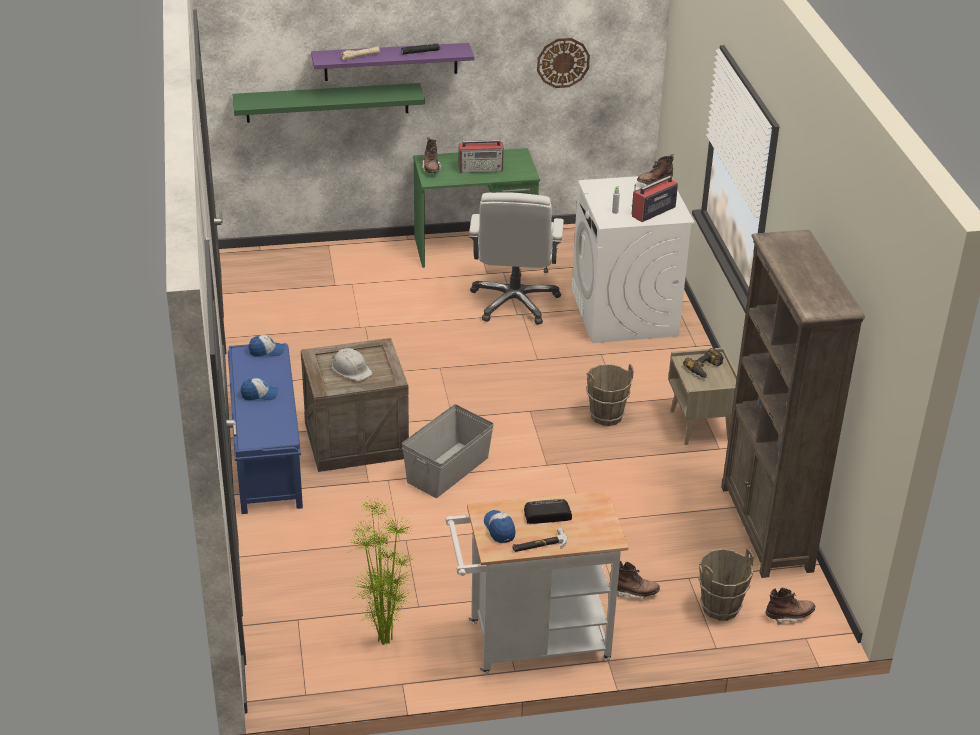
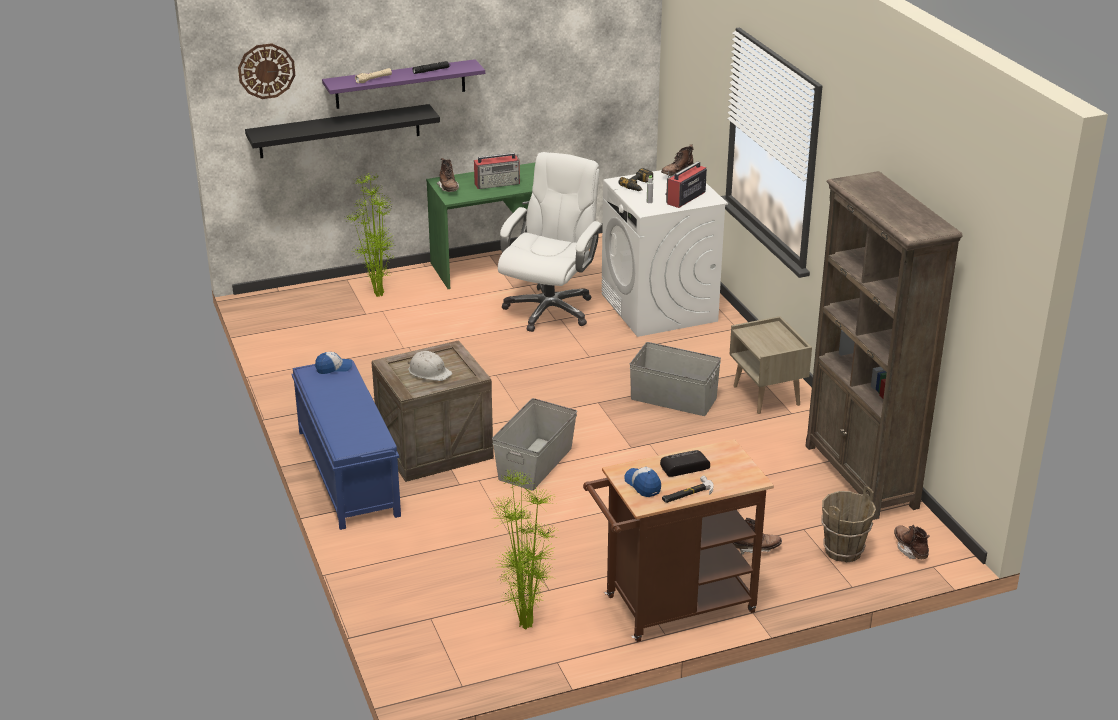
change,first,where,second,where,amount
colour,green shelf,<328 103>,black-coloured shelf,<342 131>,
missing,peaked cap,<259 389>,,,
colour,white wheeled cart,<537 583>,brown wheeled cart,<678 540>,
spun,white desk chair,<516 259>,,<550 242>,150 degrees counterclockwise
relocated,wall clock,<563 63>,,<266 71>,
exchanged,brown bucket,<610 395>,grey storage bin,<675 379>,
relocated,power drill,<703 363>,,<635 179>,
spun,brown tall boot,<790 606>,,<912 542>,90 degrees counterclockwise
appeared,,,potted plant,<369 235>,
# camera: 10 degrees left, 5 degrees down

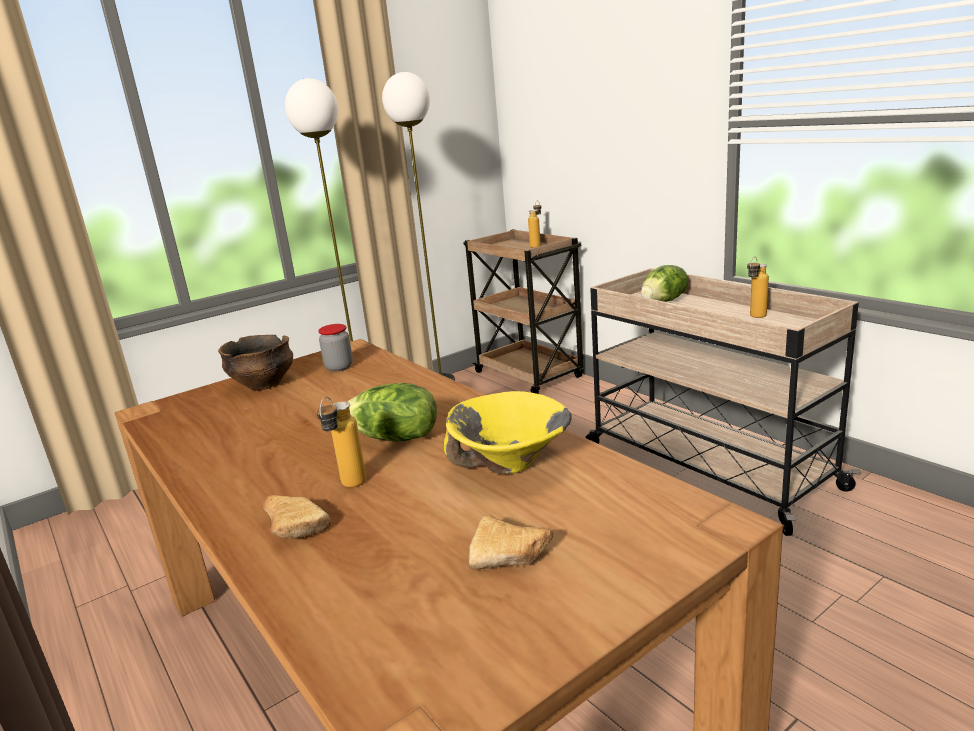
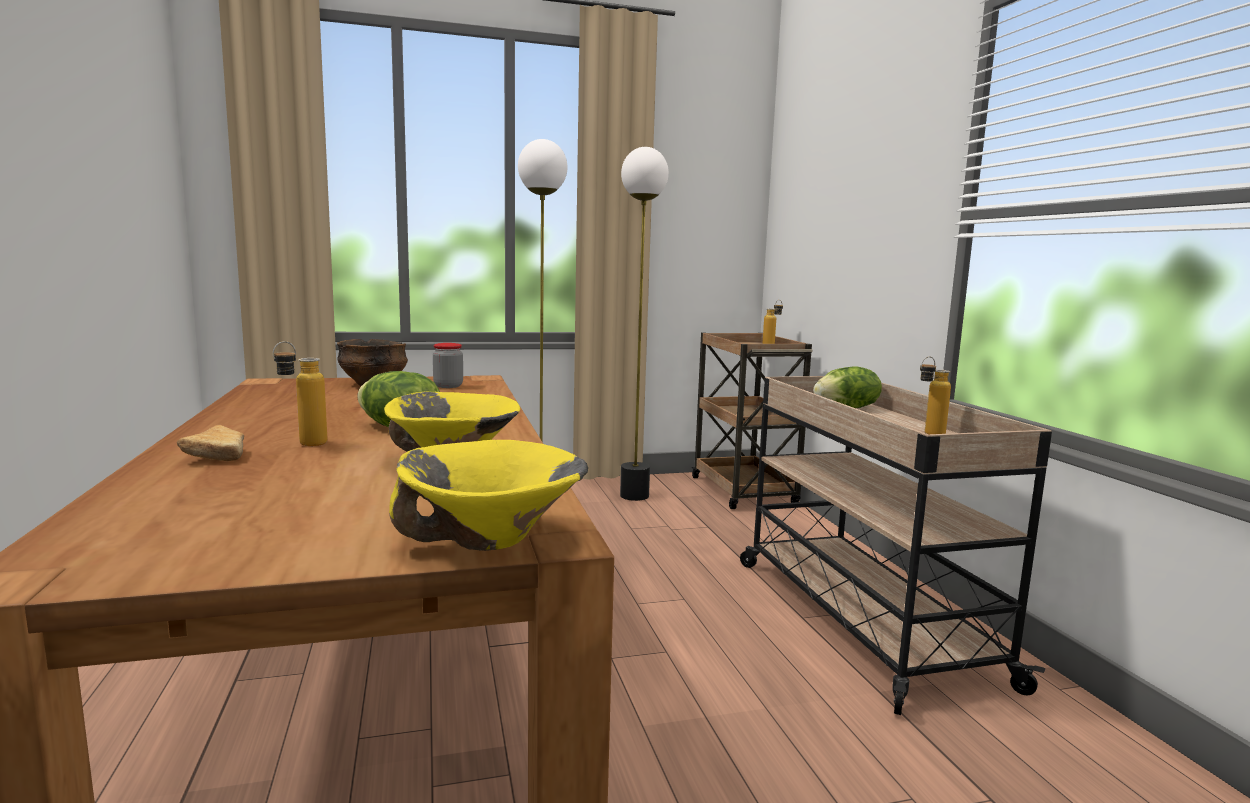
change,first,where,second,where,amount
missing,bakery bread,<510 542>,,,
appeared,,,yellow-coloured serving bowl,<488 495>,
# camera: 20 degrees right, 10 degrees down

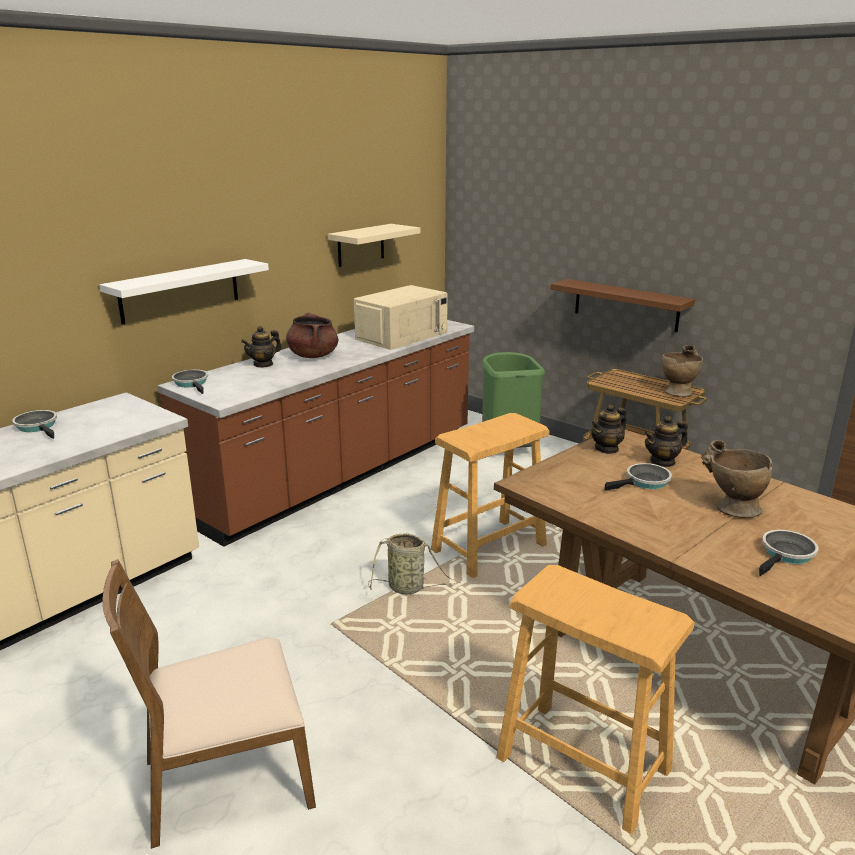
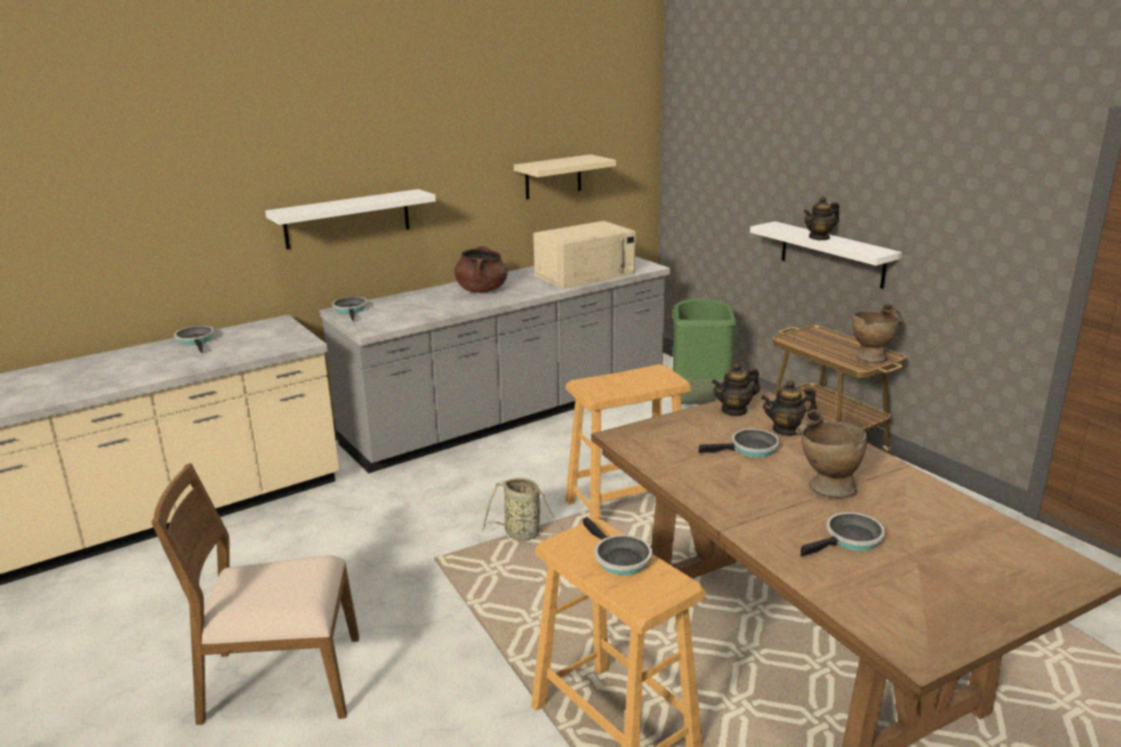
change,first,where,second,where,amount
colour,brown counter,<316 433>,grey counter,<495 365>,
relocated,tea pot,<261 347>,,<821 218>,
colour,brown shelf,<622 305>,white shelf,<826 255>,
appeared,,,pan,<617 546>,
# camera: 15 degrees right, 0 degrees up

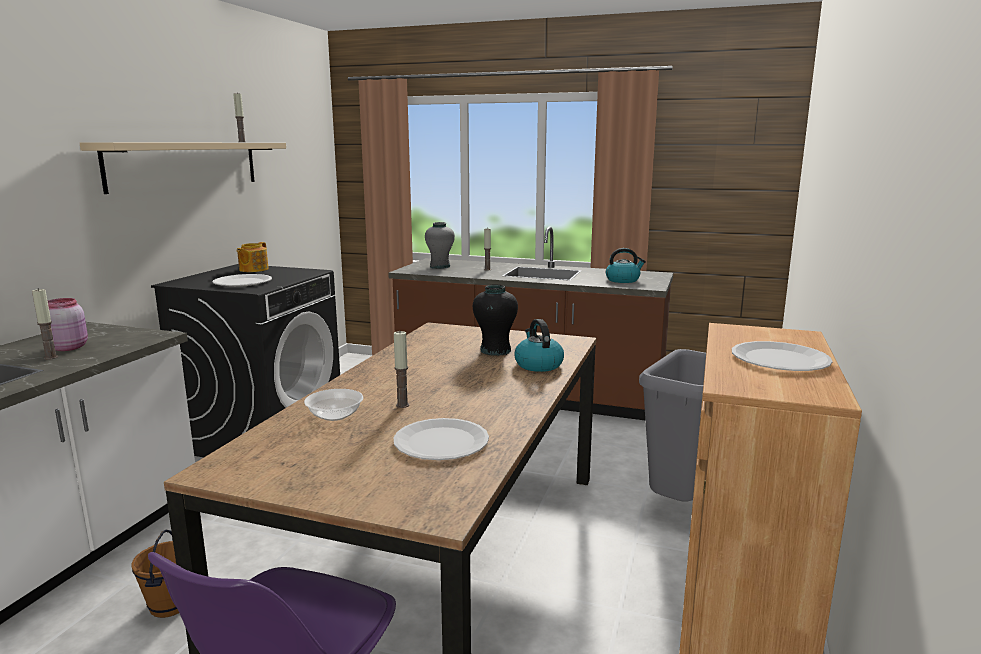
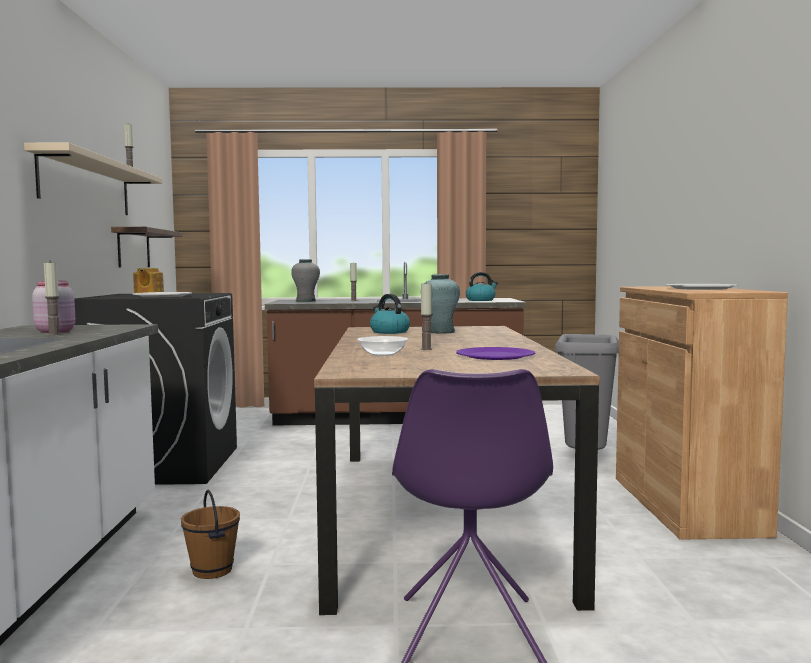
change,first,where,second,where,amount
colour,white dinner plate,<441 439>,purple-coloured dinner plate,<495 353>,
colour,black-coloured decorative vase,<495 320>,blue-green decorative vase,<442 304>,
relocated,kettle,<539 345>,,<390 314>,
appeared,,,shelf,<146 247>,
# camera: 20 degrees left, 10 degrees down

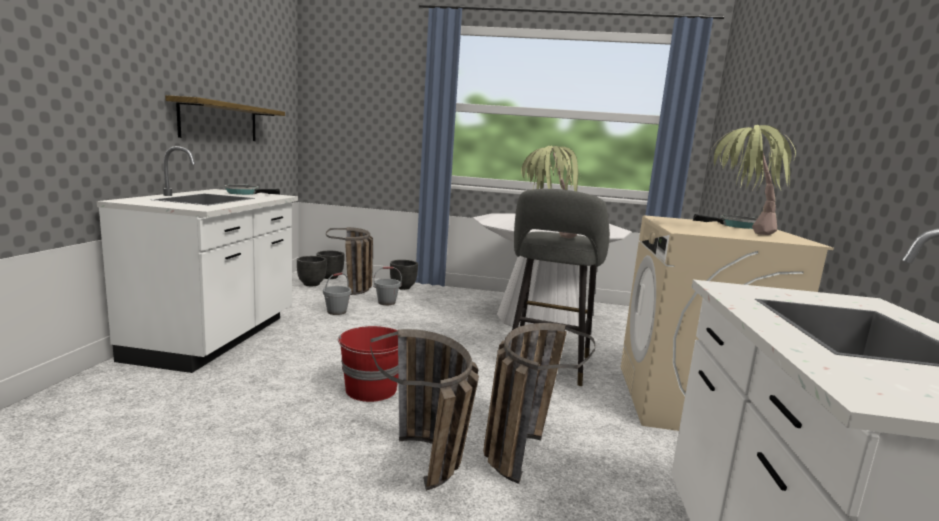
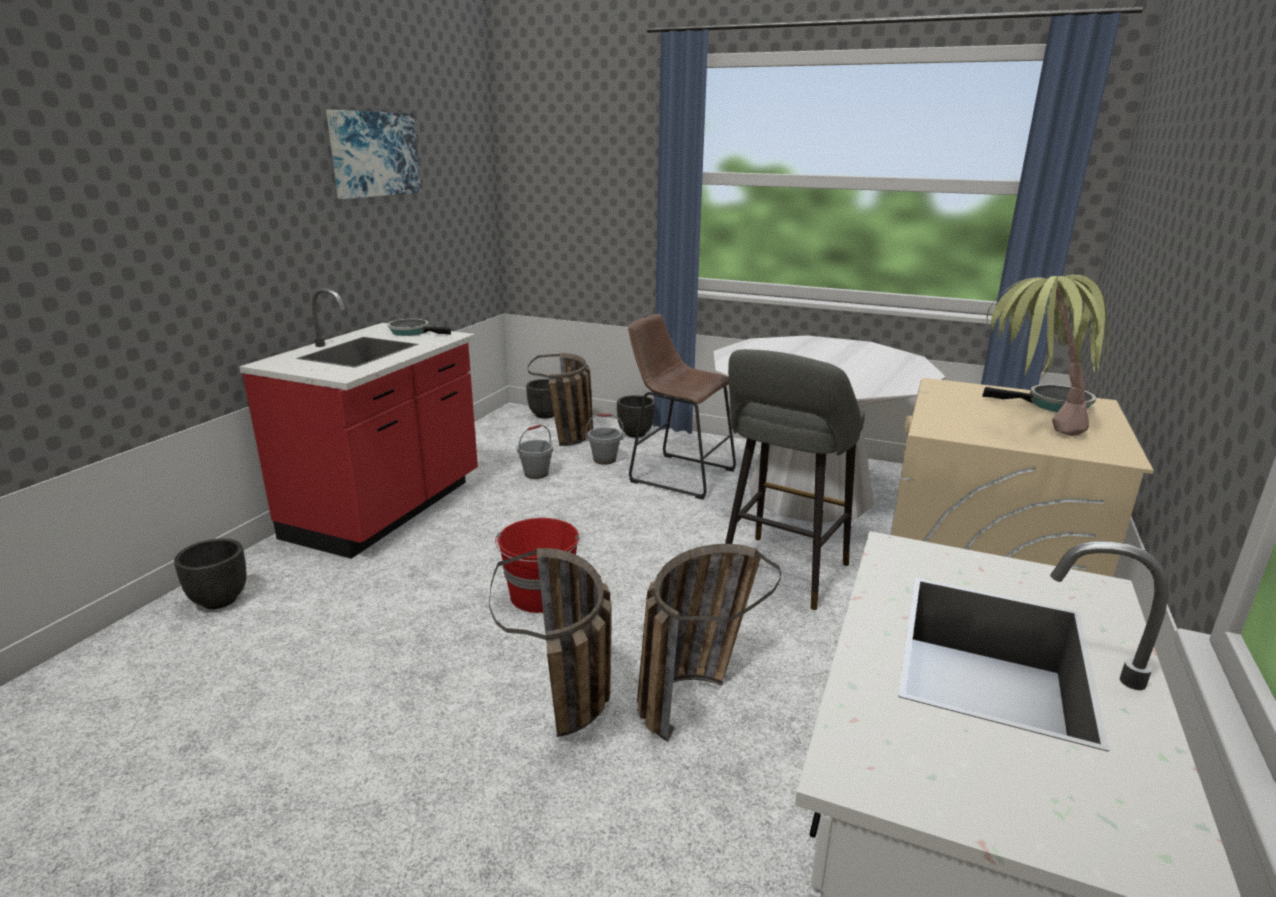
change,first,where,second,where,amount
colour,white counter,<197 259>,red-coloured counter,<358 423>,
missing,shelf,<225 118>,,,
relocated,black-coloured flower pot,<312 271>,,<210 573>,
missing,potted plant,<551 192>,,,
appeared,,,wall picture,<373 154>,
appeared,,,brown stool,<682 407>,
# camera: 15 degrees right, 10 degrees up

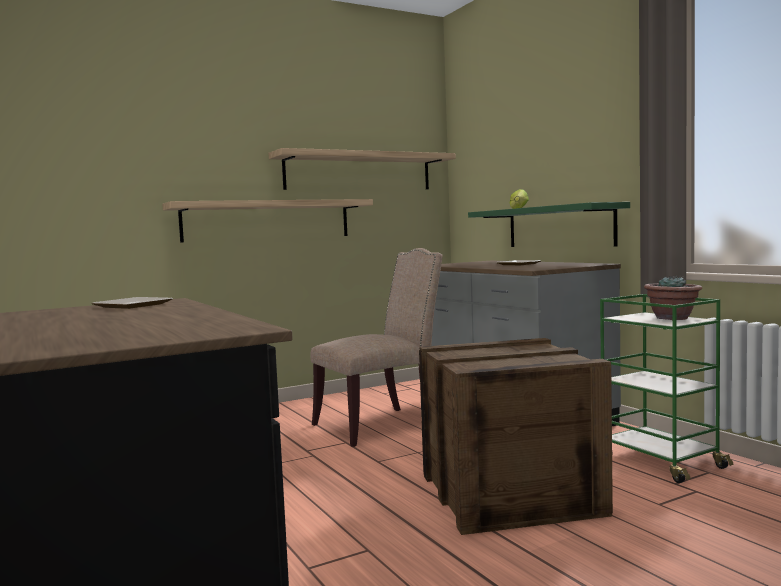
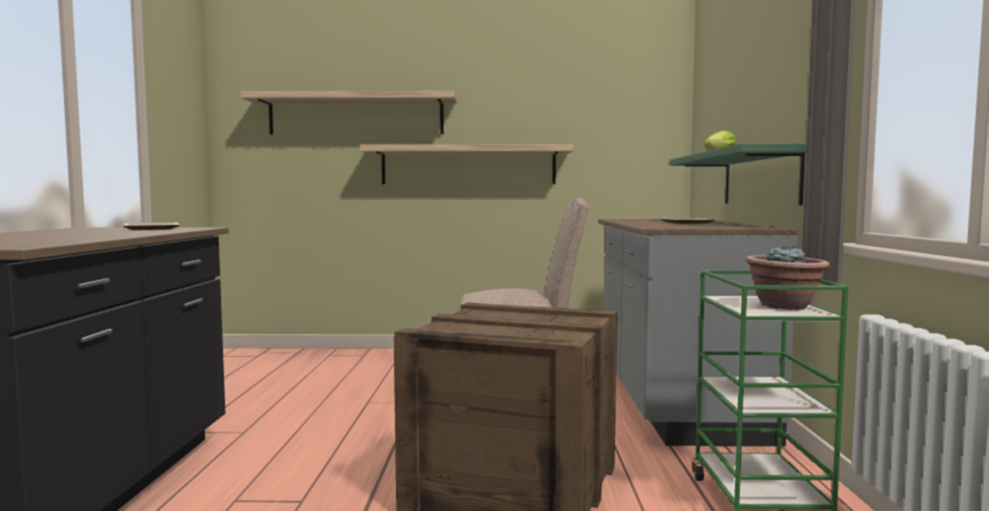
change,first,where,second,where,amount
relocated,shelf,<362 169>,,<348 113>,
# camera: 30 degrees right, 0 degrees up

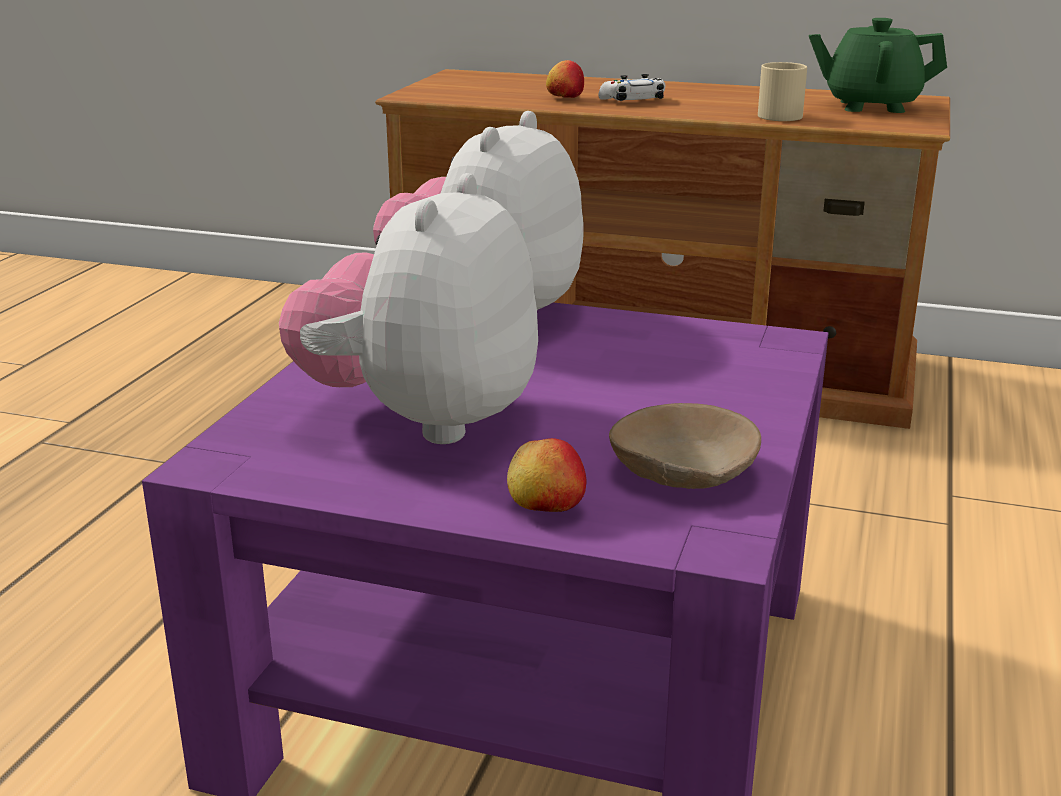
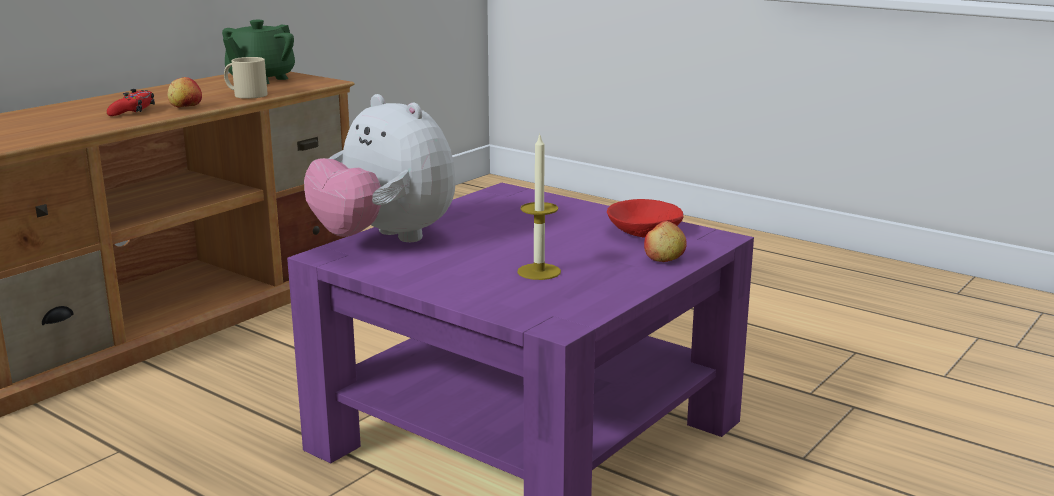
change,first,where,second,where,amount
exchanged,plush toy,<408 308>,wax light,<539 207>,
relocated,apple,<565 79>,,<184 92>,
colour,white joypad,<631 87>,red-coloured joypad,<131 102>,
colour,sand-coloured serving bowl,<685 446>,red-coloured serving bowl,<645 218>,
# camera: 70 degrees left, 5 degrees down

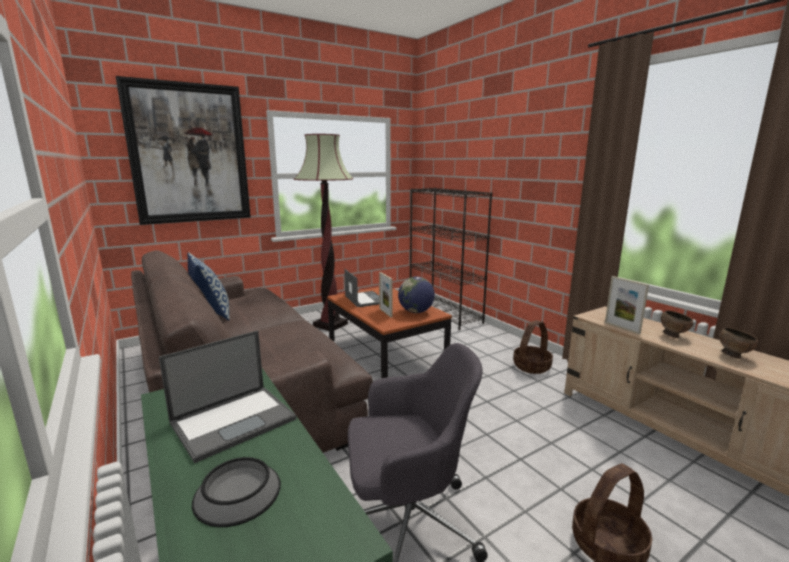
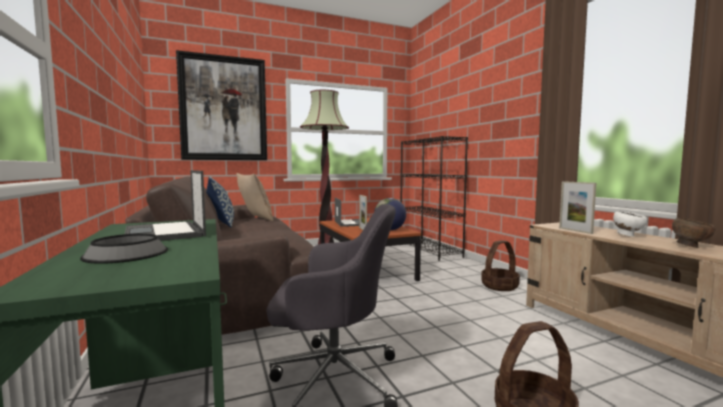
change,first,where,second,where,amount
spun,notebook computer,<227 396>,,<165 205>,90 degrees clockwise
colour,brown serving bowl,<677 324>,white serving bowl,<630 224>,
appeared,,,sand-coloured throw pillow,<255 197>,
# camera: 10 degrees right, 10 degrees down

